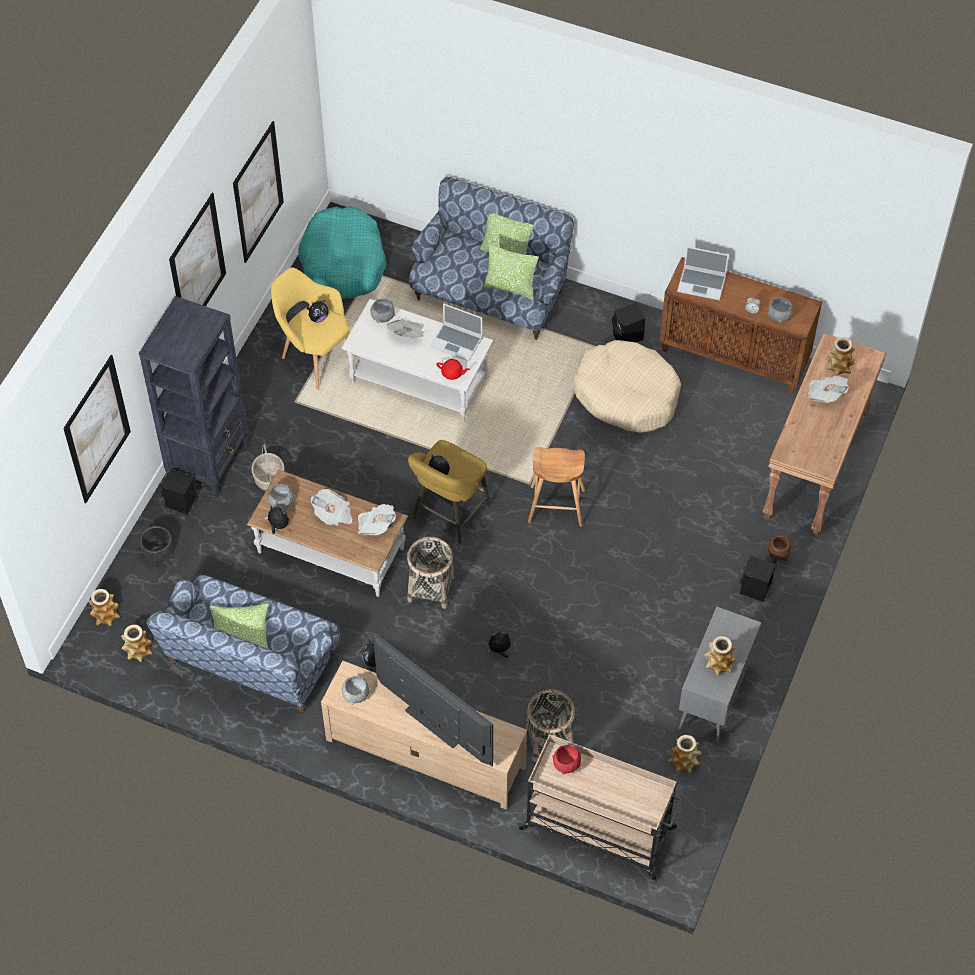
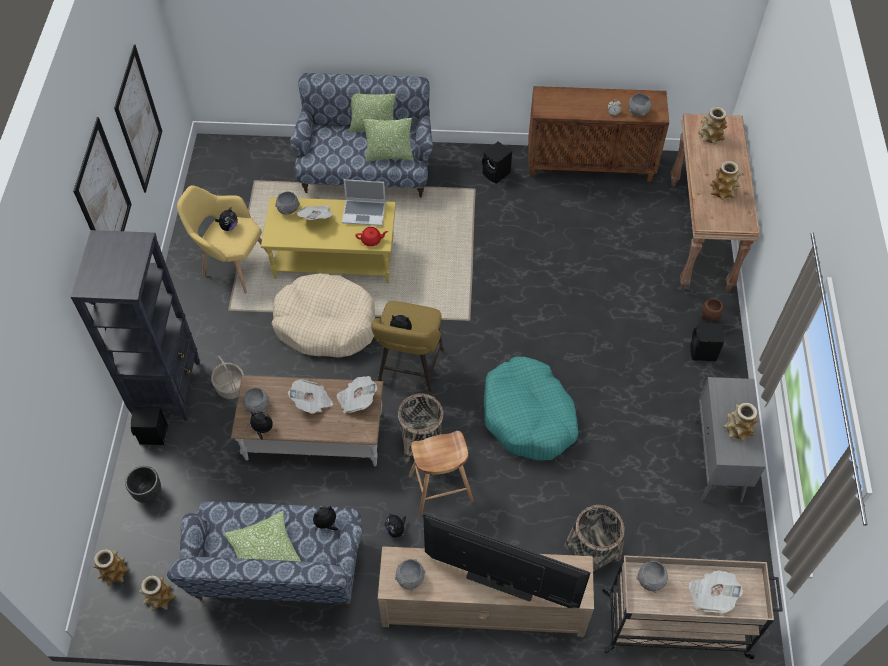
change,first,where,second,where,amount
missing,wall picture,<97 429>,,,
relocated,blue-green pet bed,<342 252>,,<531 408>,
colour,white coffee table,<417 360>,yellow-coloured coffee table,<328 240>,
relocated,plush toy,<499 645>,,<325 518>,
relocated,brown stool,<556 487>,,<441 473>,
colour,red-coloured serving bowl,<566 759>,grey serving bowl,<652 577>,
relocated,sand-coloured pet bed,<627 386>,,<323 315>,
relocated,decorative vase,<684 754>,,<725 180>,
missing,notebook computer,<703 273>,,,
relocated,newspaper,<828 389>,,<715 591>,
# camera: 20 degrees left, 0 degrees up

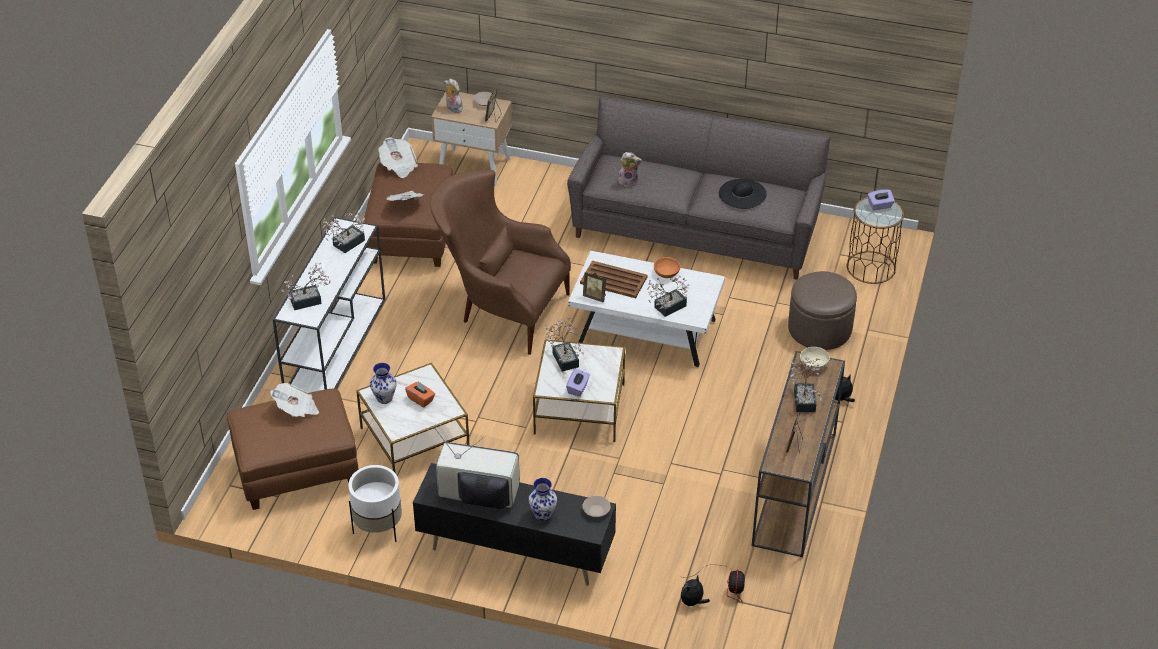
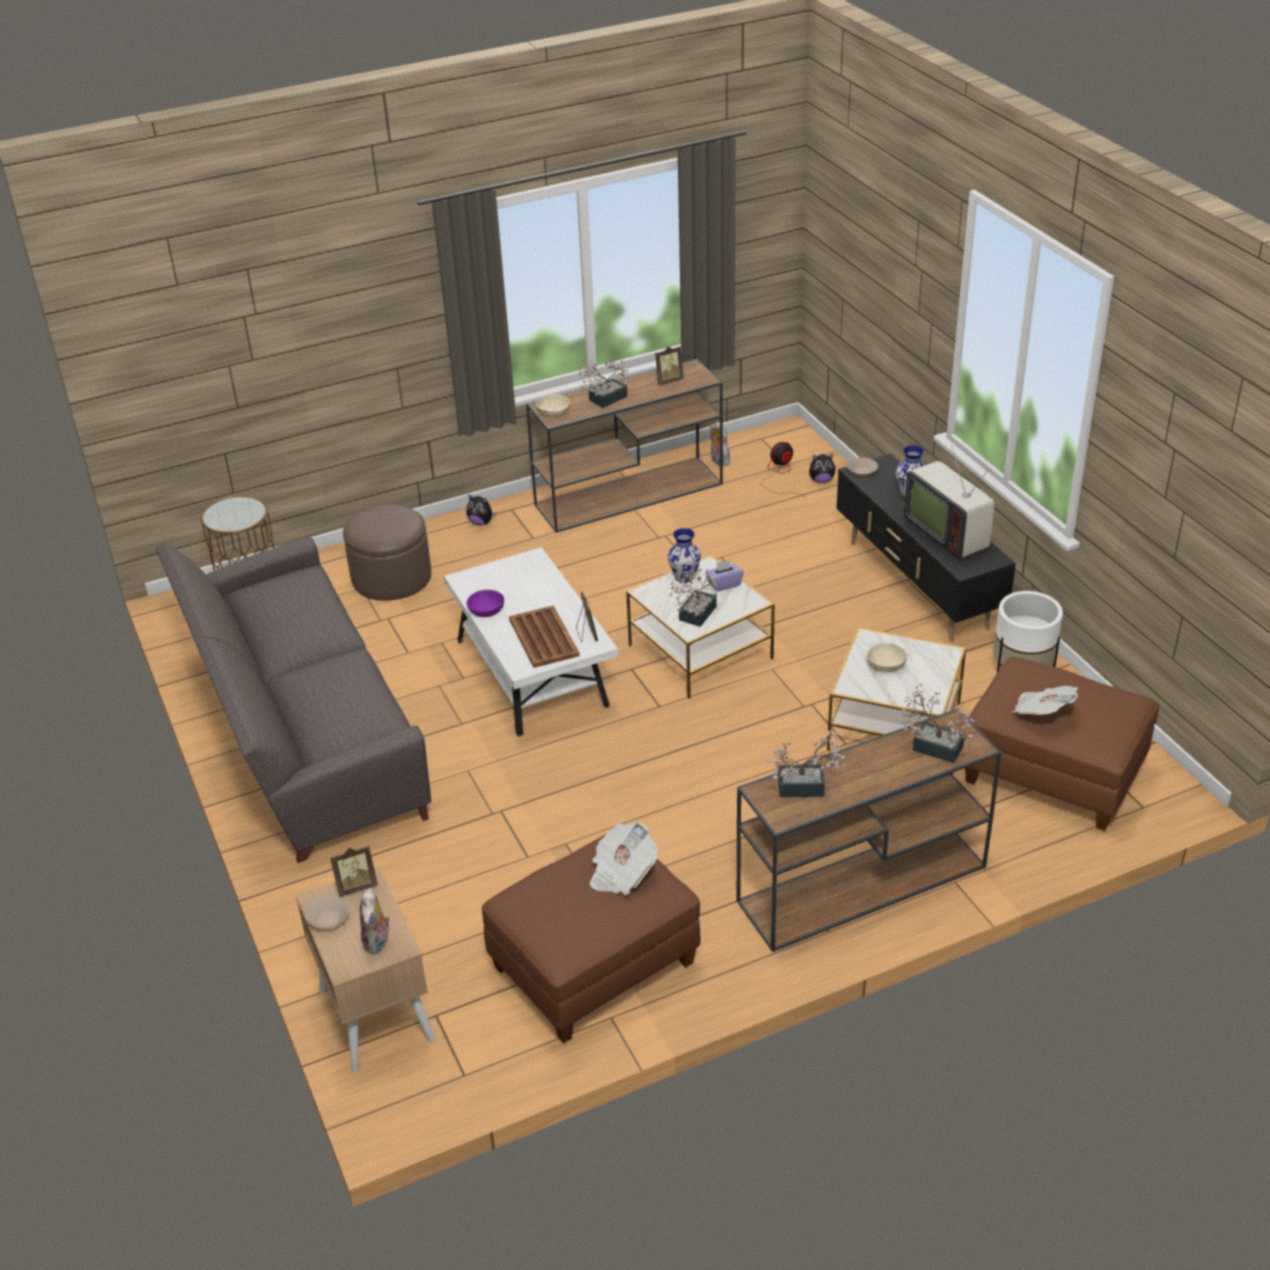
change,first,where,second,where,amount
colour,white narrow table,<329 305>,brown narrow table,<869 830>,
relocated,decorative vase,<383 383>,,<684 555>,
missing,newspaper,<398 157>,,,
exchanged,orangey tissue holder,<420 394>,sand-coloured serving bowl,<887 657>,
missing,brown armchair,<500 262>,,,
relocated,plush toy,<630 169>,,<720 444>,
missing,potted plant,<668 296>,,,
colour,orangey serving bowl,<667 267>,purple-coloured serving bowl,<485 603>,
missing,black-coloured clothing hat,<743 194>,,,
missing,purple-coloured tissue holder,<881 199>,,,
# camera: 130 degrees left, 5 degrees down

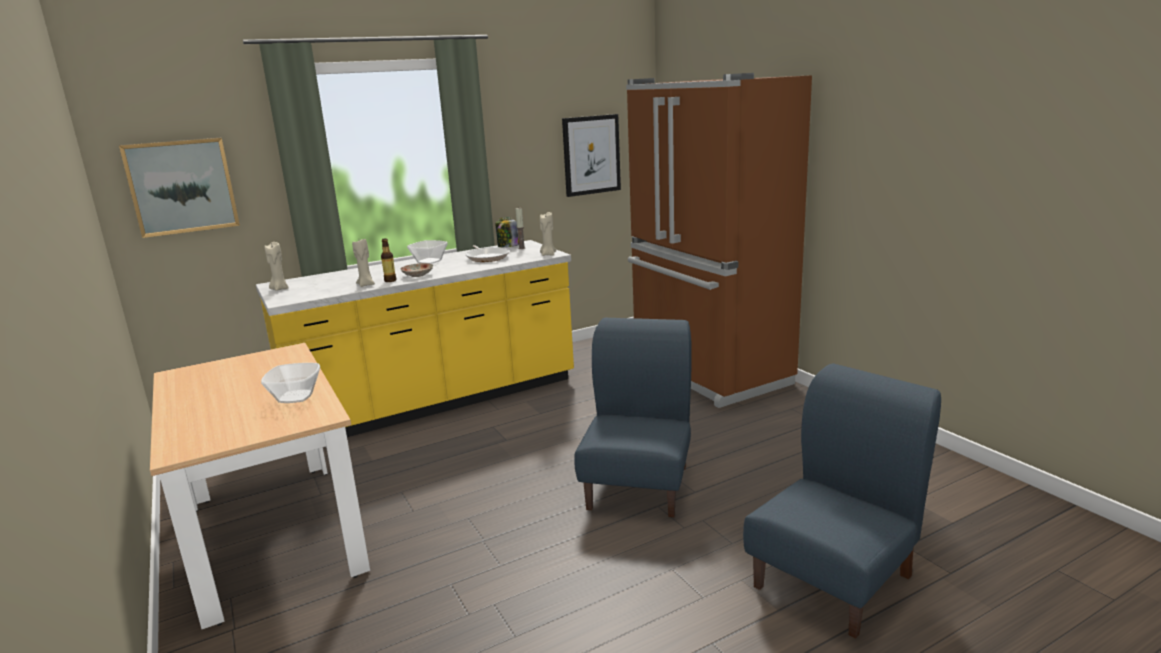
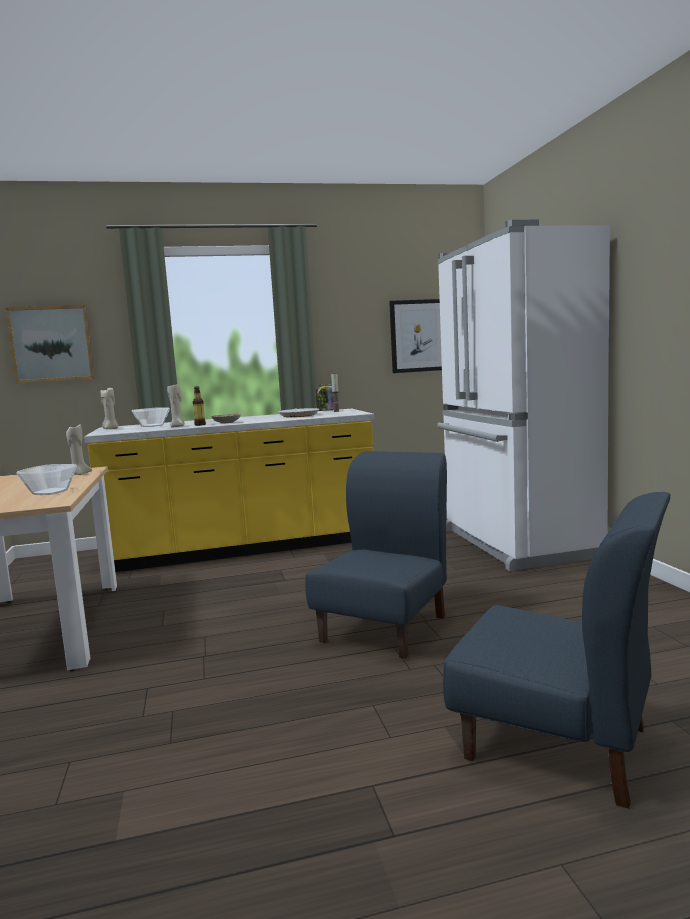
change,first,where,second,where,amount
relocated,serving bowl,<427 252>,,<151 417>,
relocated,sand-coloured wax light,<548 234>,,<79 449>,
colour,brown kitchen fridge,<719 240>,white kitchen fridge,<523 395>,
spun,blue-coloured upright chair,<842 501>,,<556 650>,60 degrees clockwise
# camera: 15 degrees right, 10 degrees down

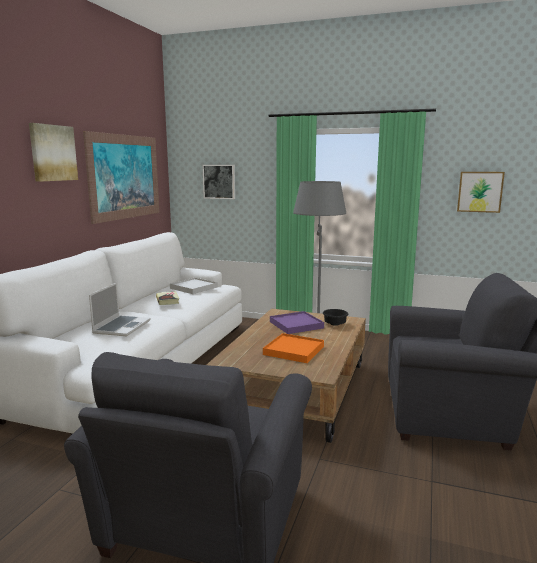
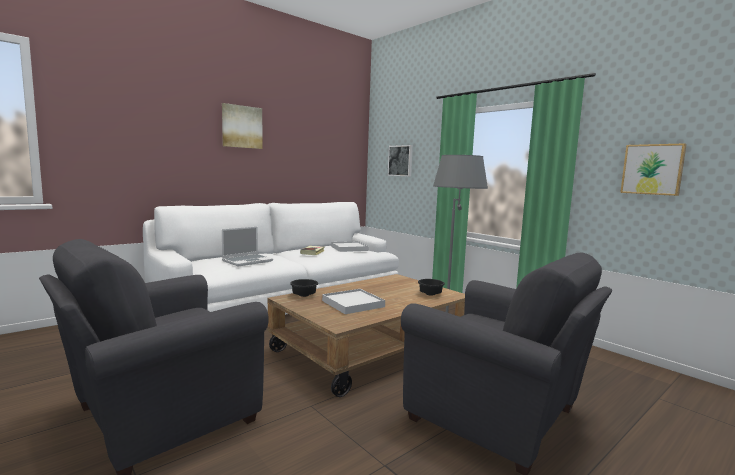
change,first,where,second,where,amount
missing,wall picture,<121 177>,,,
colour,orangey serving tray,<293 348>,white serving tray,<353 301>,
missing,purple-coloured serving tray,<297 322>,,,
appeared,,,black-coloured serving bowl,<304 288>,
# camera: 30 degrees right, 5 degrees down

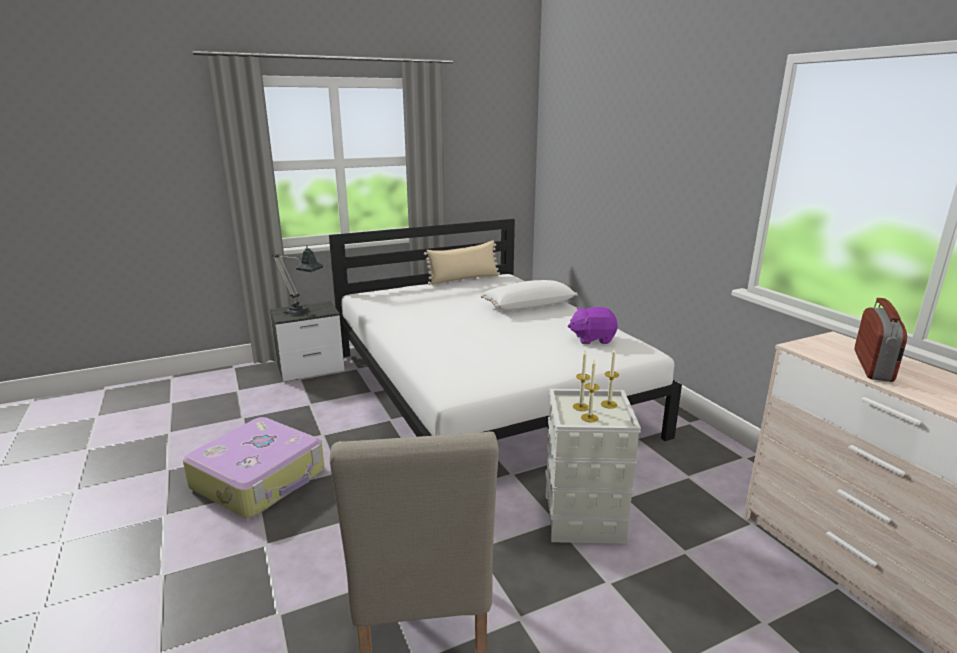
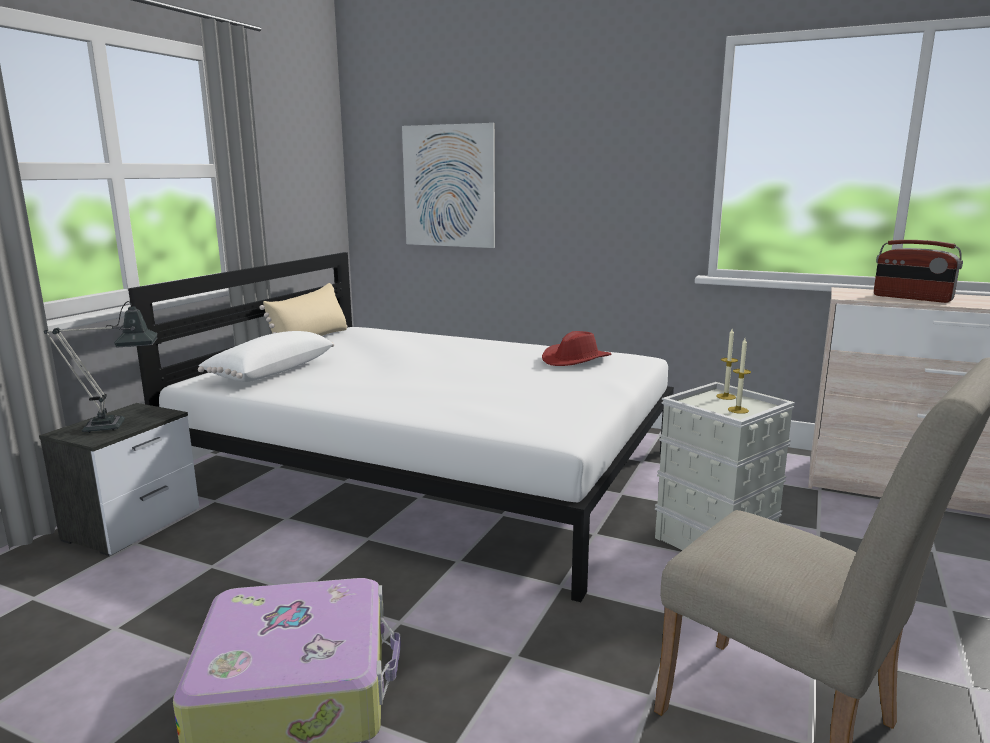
change,first,where,second,where,amount
relocated,white throw pillow,<529 295>,,<266 356>,
exchanged,purple-coloured plush toy,<593 325>,red-coloured clothing hat,<576 348>,
missing,wax light,<581 381>,,,
spun,radio receiver,<880 340>,,<918 271>,150 degrees clockwise
appeared,,,wall picture,<448 185>,
# camera: 40 degrees left, 5 degrees down

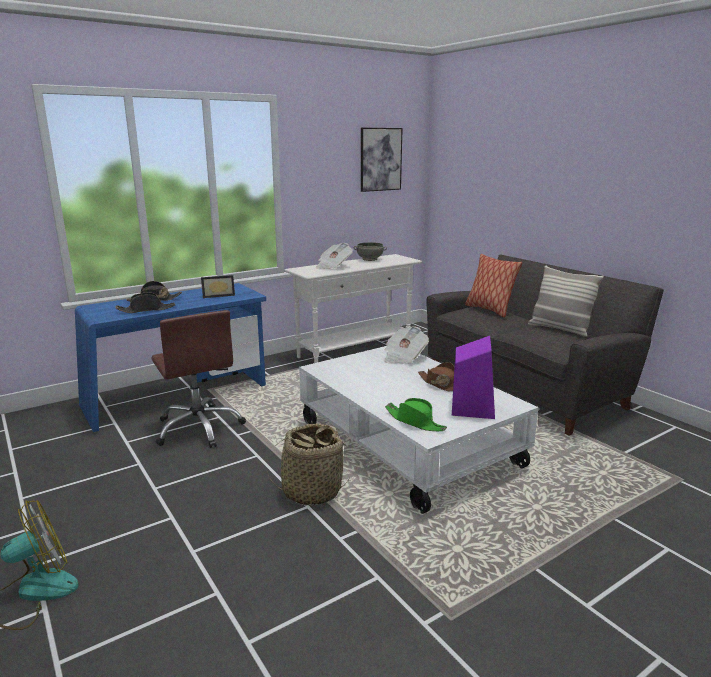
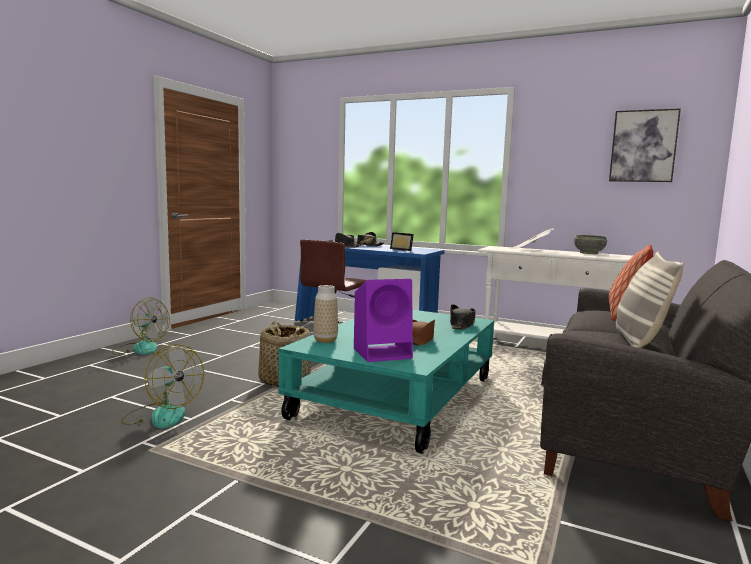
change,first,where,second,where,amount
colour,white coffee table,<419 430>,blue-green coffee table,<386 382>,
exchanged,newspaper,<406 345>,black-coloured clothing hat,<463 316>,
exchanged,green clothing hat,<416 414>,decorative vase,<325 314>,
appeared,,,electric fan,<162 386>,
# camera: 60 degrees right, 10 degrees down

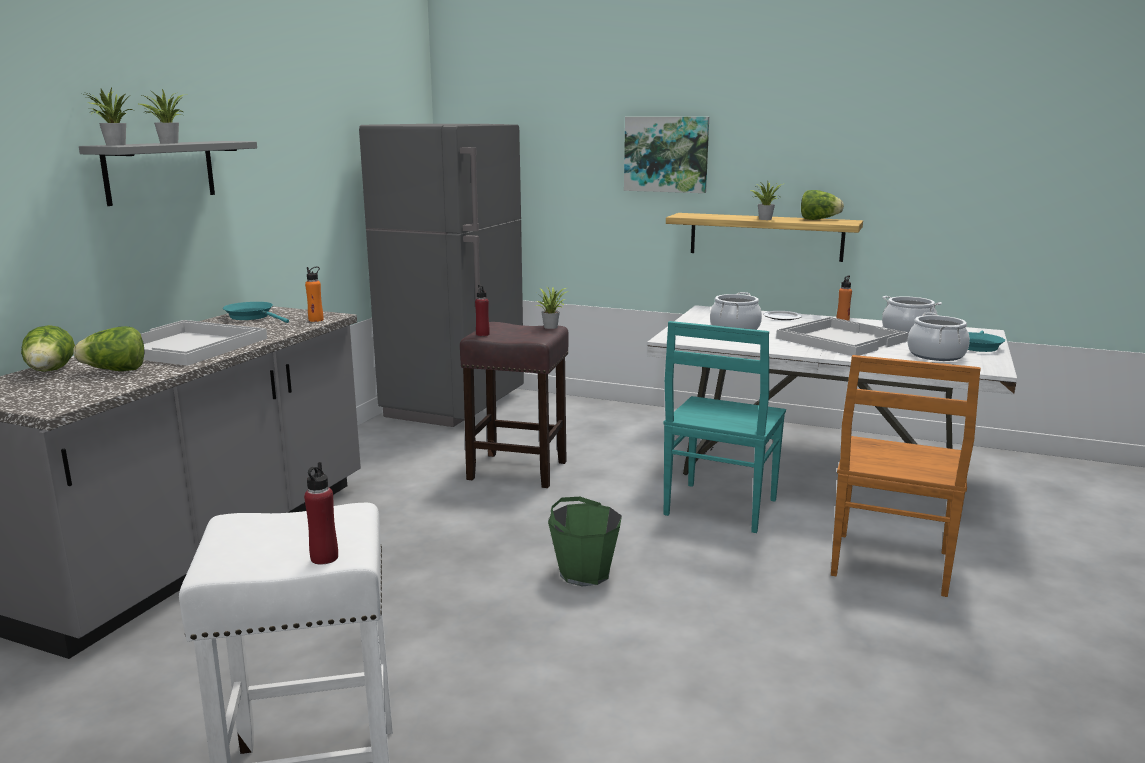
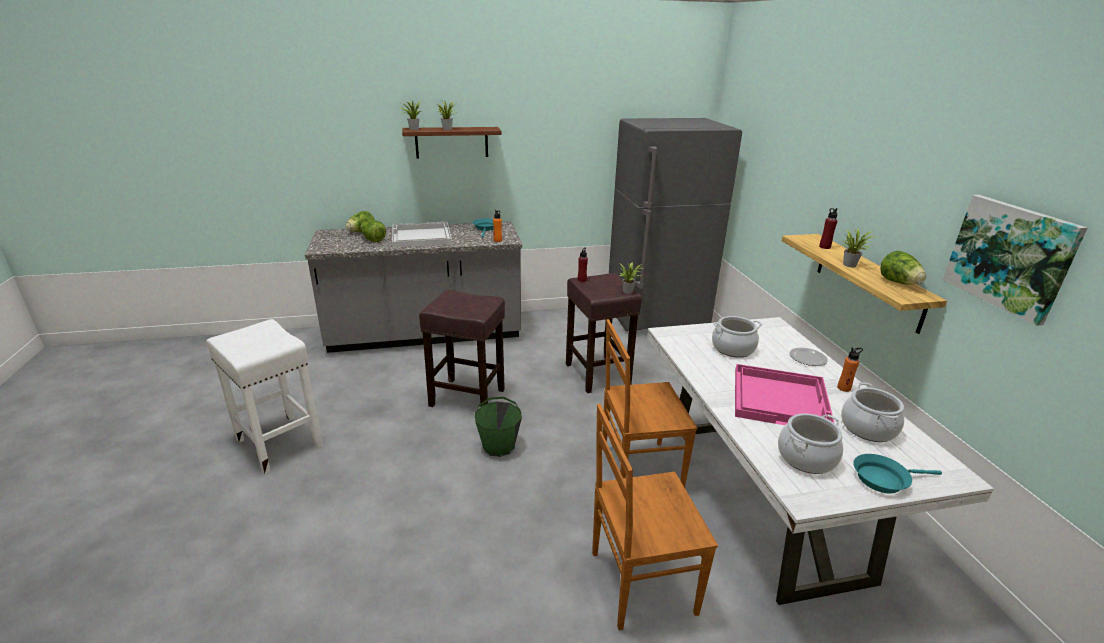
change,first,where,second,where,amount
colour,grey shelf,<168 173>,brown shelf,<452 142>,
relocated,red-coloured beverage bottle,<321 513>,,<828 228>,
relocated,wall picture,<666 155>,,<1015 260>,
colour,blue-green upright chair,<724 427>,brown upright chair,<649 403>,
colour,white serving tray,<842 336>,pink serving tray,<785 394>,
appeared,,,brown stool,<462 348>,
# camera: 55 degrees right, 10 degrees up

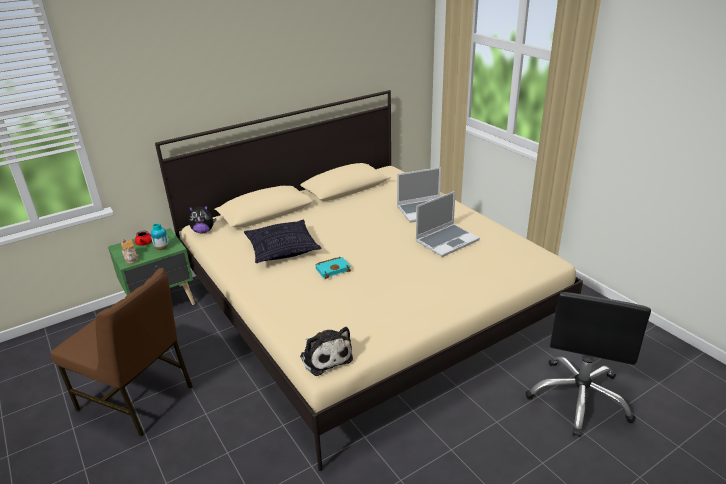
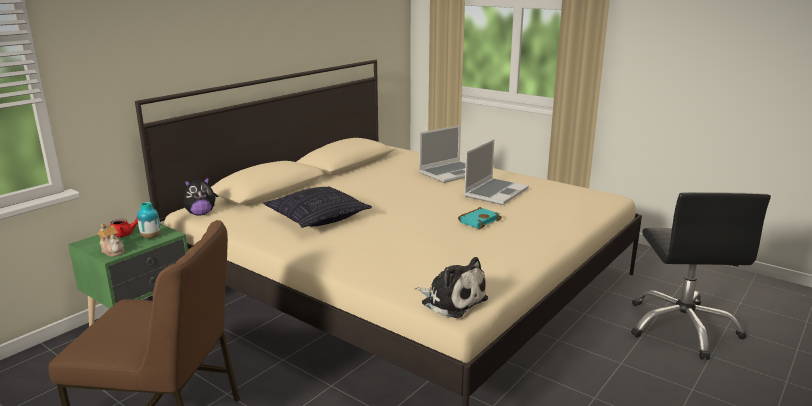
change,first,where,second,where,amount
relocated,blue-green bound book,<333 268>,,<480 218>,
# camera: 20 degrees left, 10 degrees down

